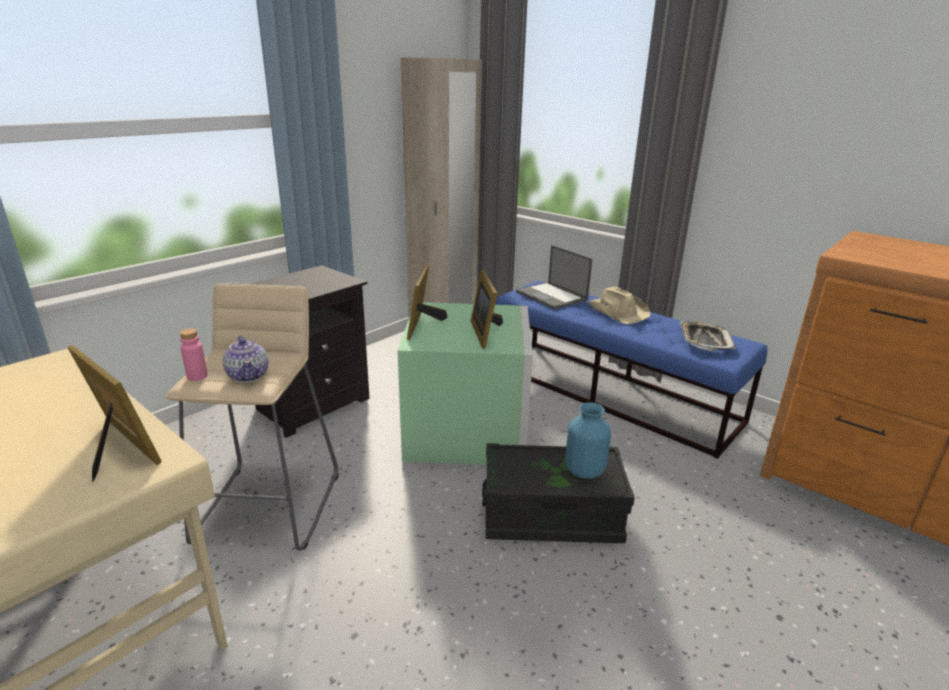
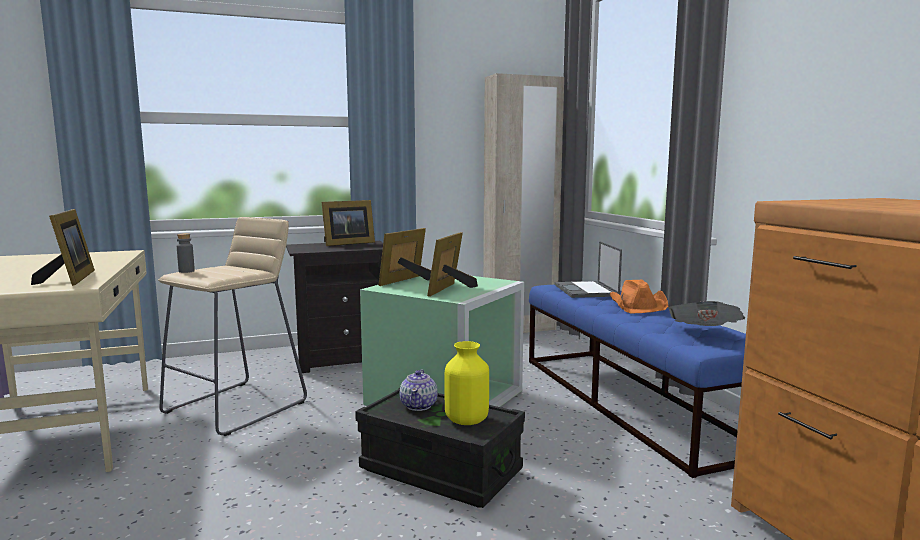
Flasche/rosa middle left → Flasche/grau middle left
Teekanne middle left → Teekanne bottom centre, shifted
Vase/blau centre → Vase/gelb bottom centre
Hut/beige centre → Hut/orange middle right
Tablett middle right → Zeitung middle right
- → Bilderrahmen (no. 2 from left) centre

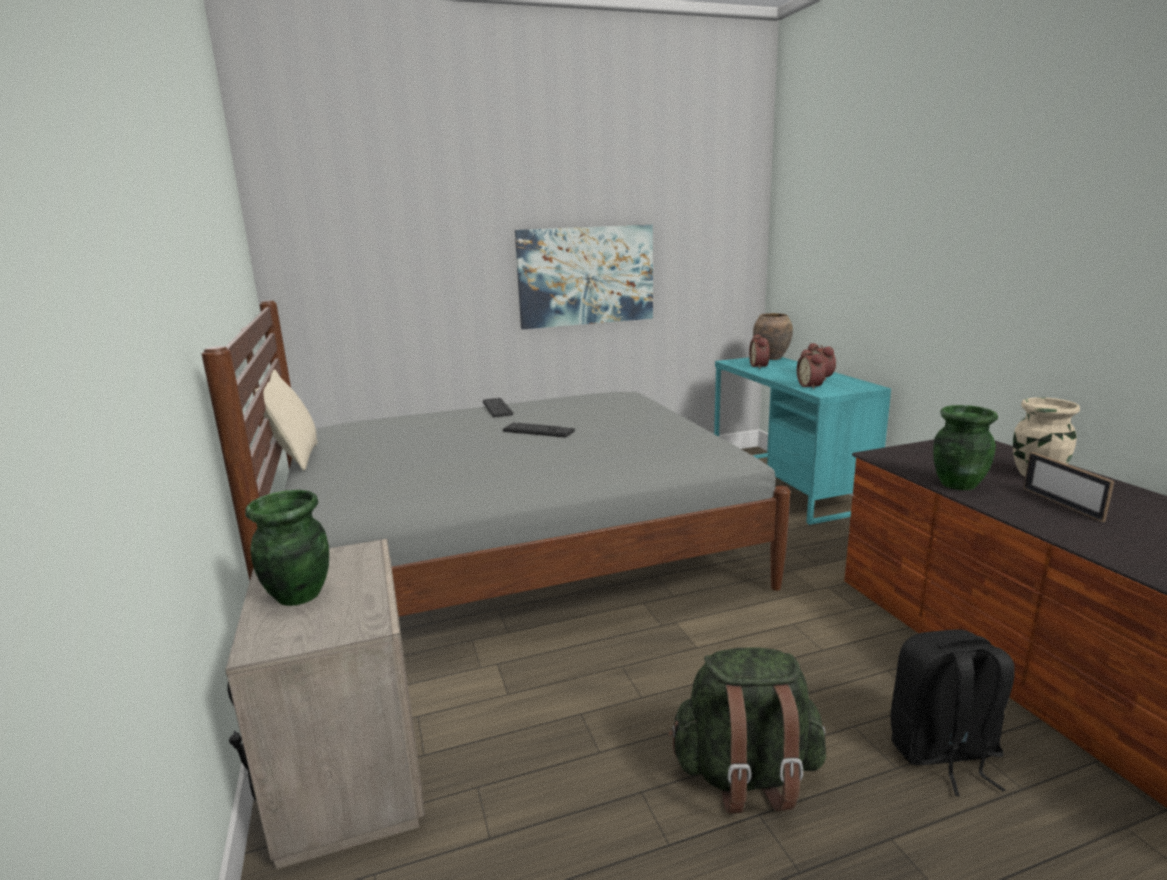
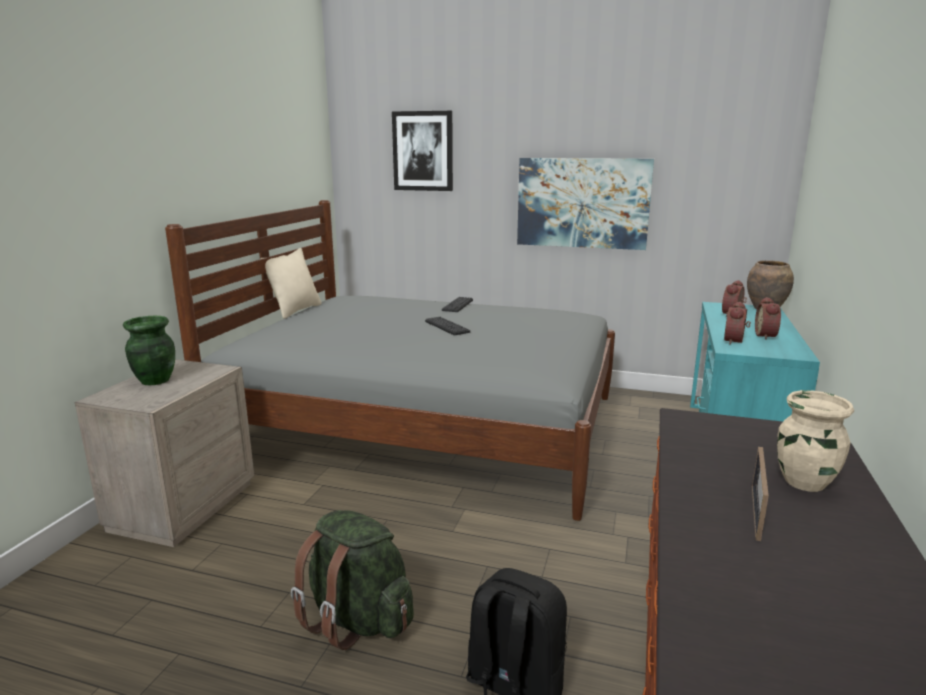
Vase/grün (no. 2 from left) middle right → -
- → Bild (no. 1 from left) top centre

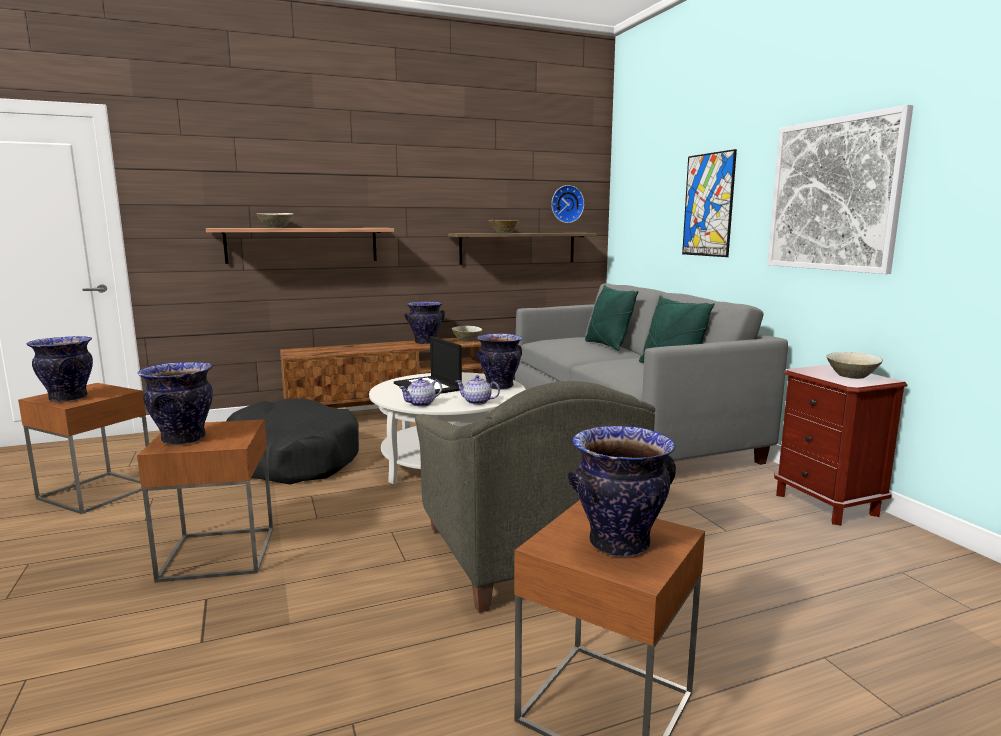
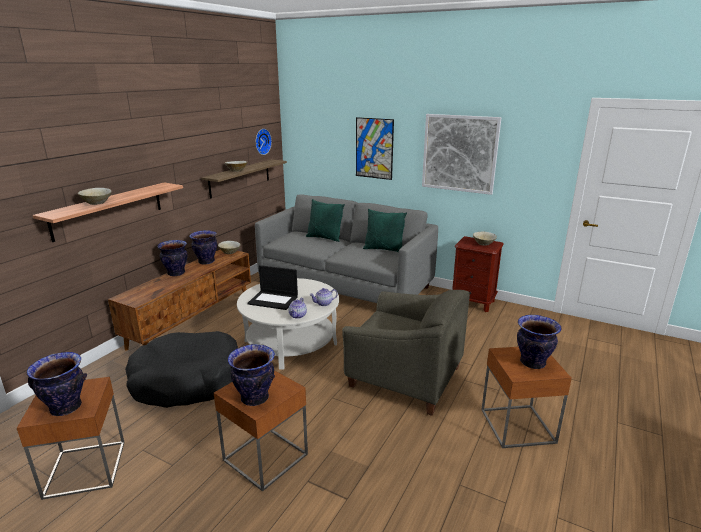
Vase (no. 4 from left in the first image) centre → Vase (no. 2 from left) middle left, shifted

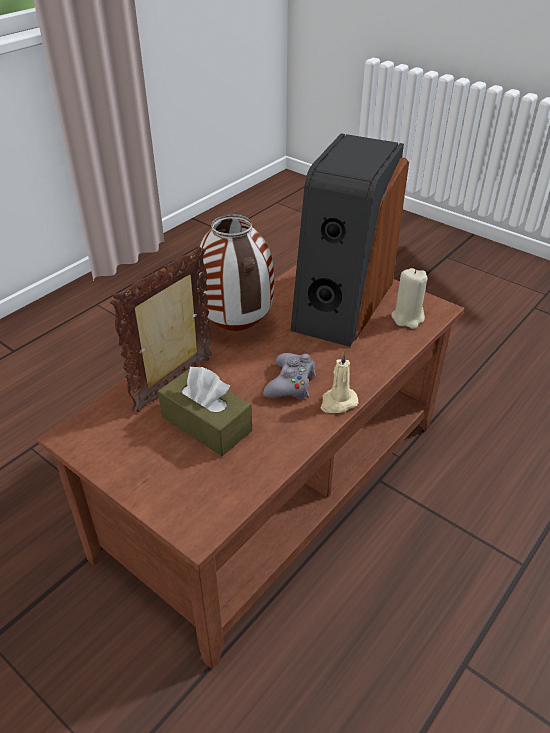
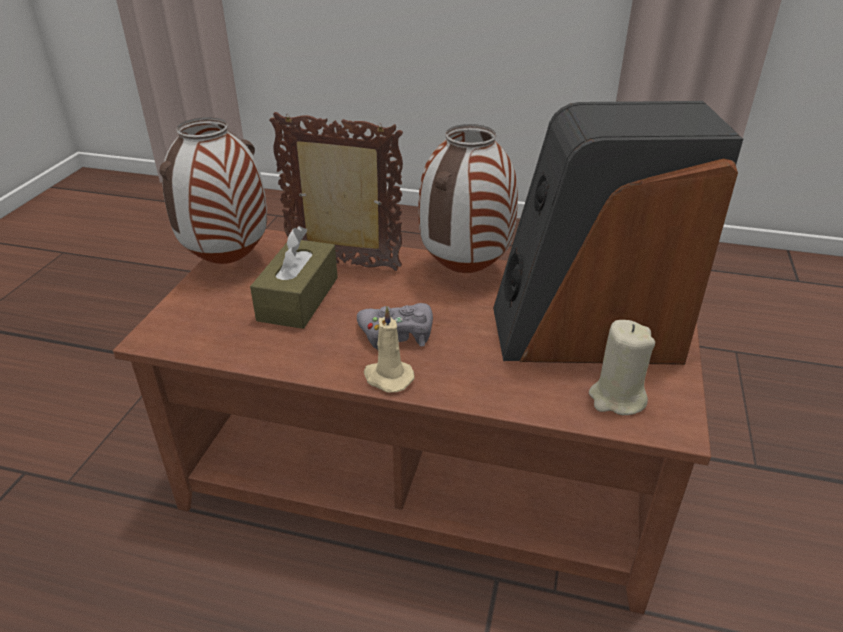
- → Vase (no. 1 from left) top left

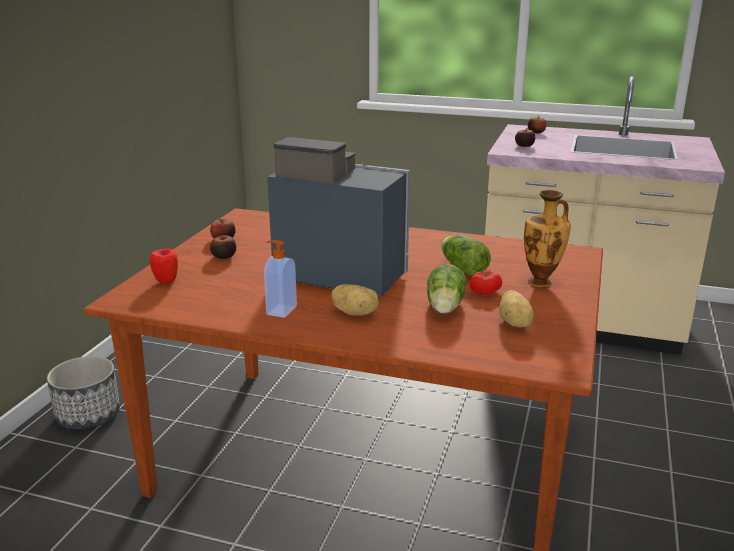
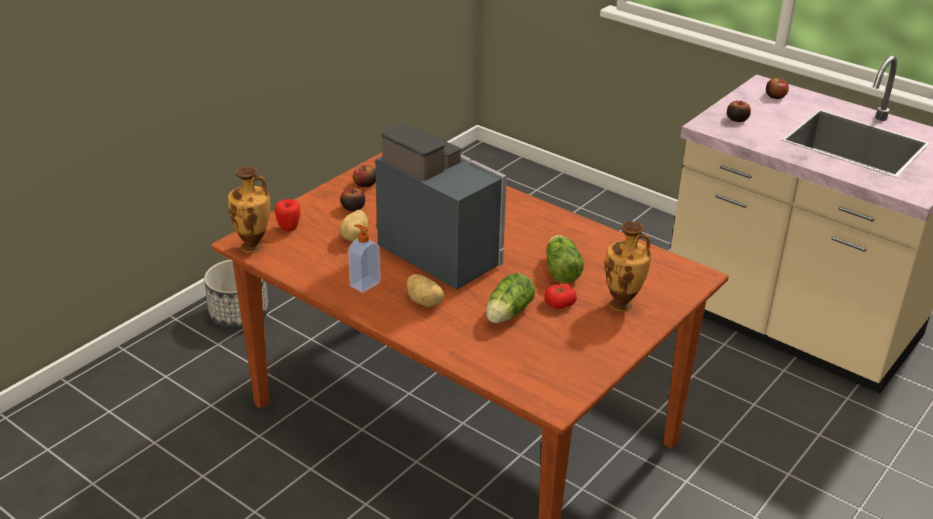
Kartoffel (no. 2 from left in the first image) middle right → Kartoffel (no. 1 from left) centre, shifted
- → Vase (no. 1 from left) middle left

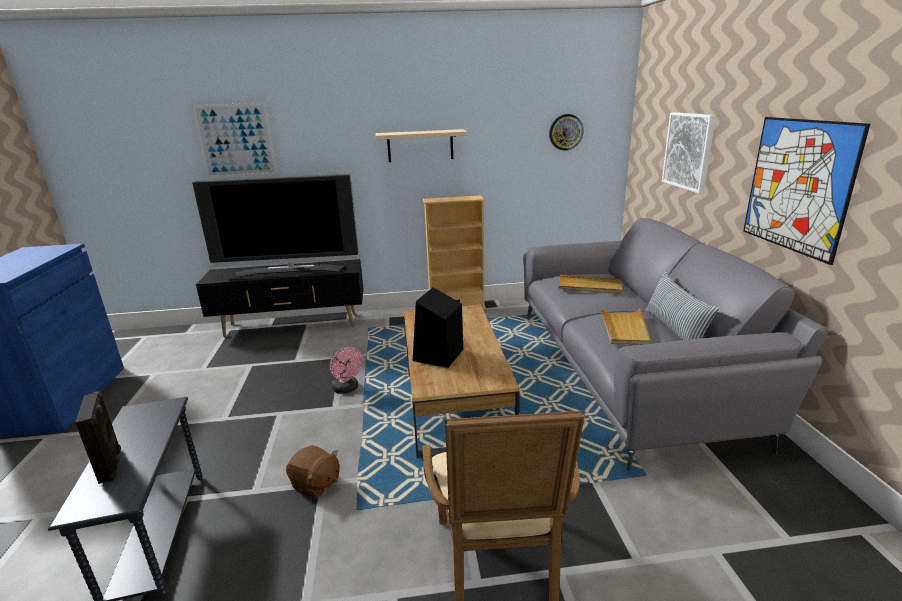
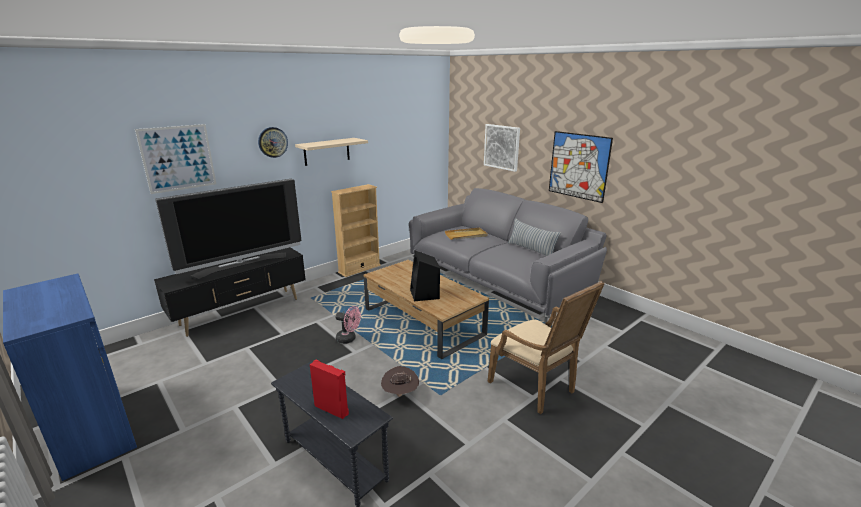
Lautsprecher/schwarz (no. 1 from left) bottom left → Lautsprecher/rot bottom centre
Plüschtier/braun bottom centre → Hut/braun bottom centre
Wanduhr top centre → Wanduhr top left, shifted
Tablett/beige (no. 2 from left) middle right → -

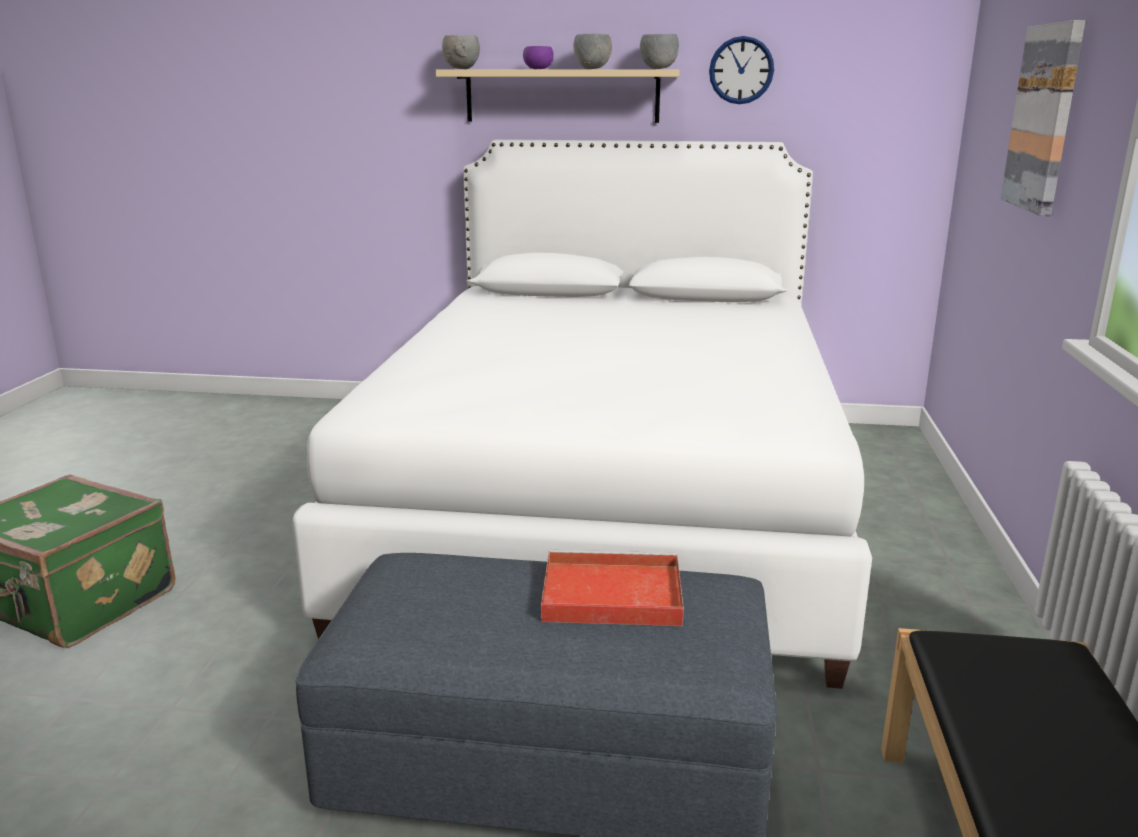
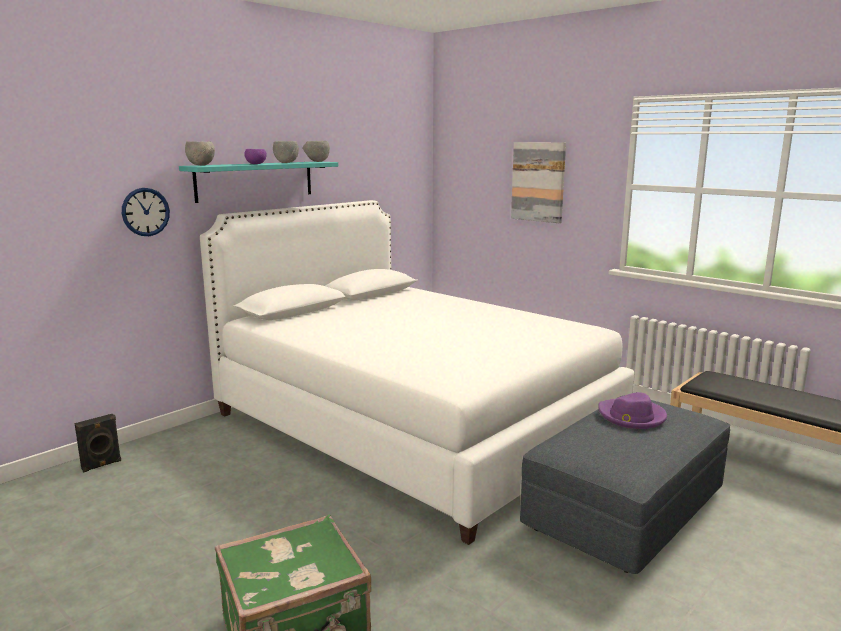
Wandregal/beige top centre → Wandregal/türkis top left
Tablett/rot bottom centre → Hut/lila middle right
Wanduhr top centre → Wanduhr middle left, shifted
- → Lautsprecher/schwarz bottom left

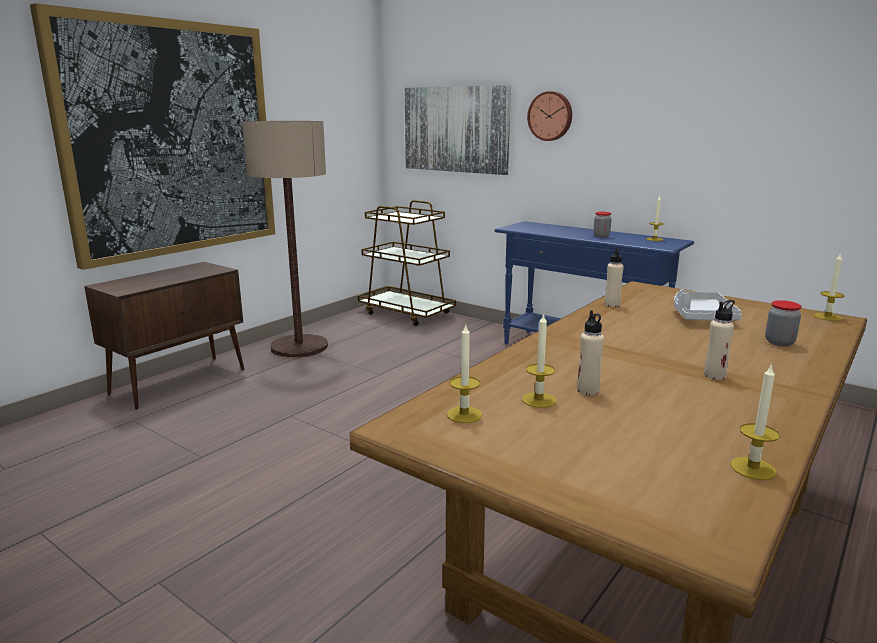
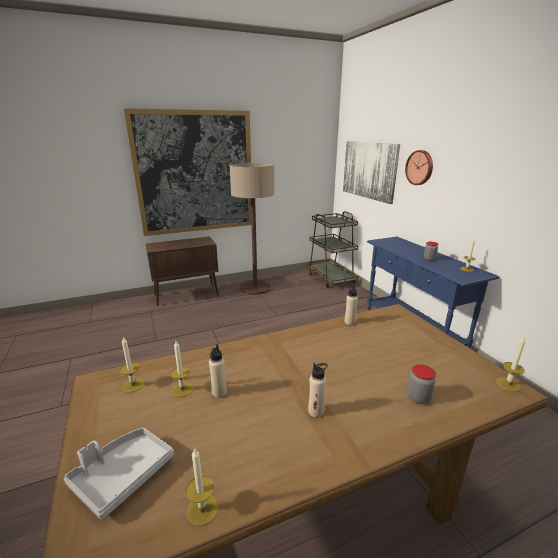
Tablett/grau middle right → Tablett/grau bottom left, shifted

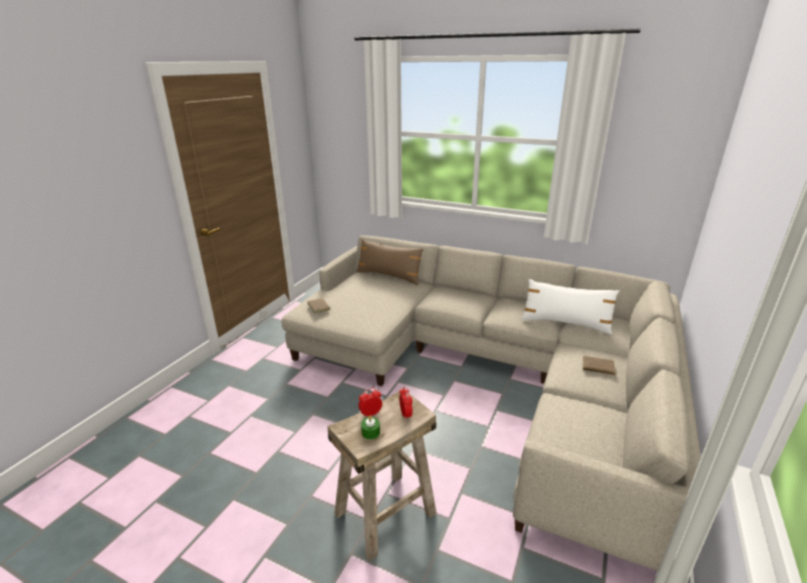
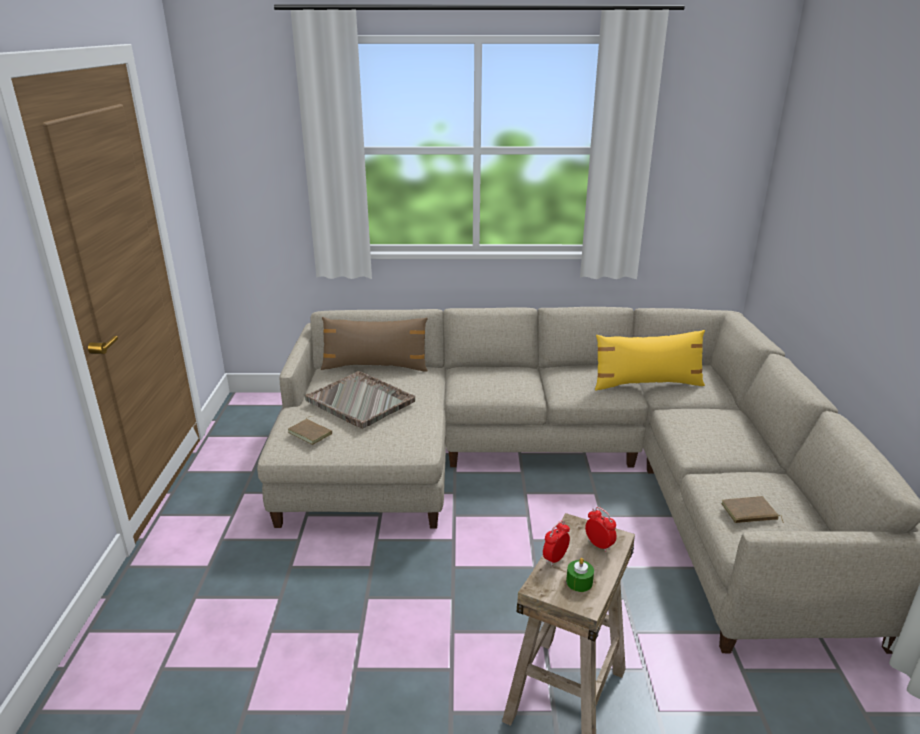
Kissen/weiß middle right → Kissen/gelb middle right
Buch/braun (no. 2 from left) middle right → Buch/braun (no. 2 from left) bottom right, shifted
- → Tablett/grau centre

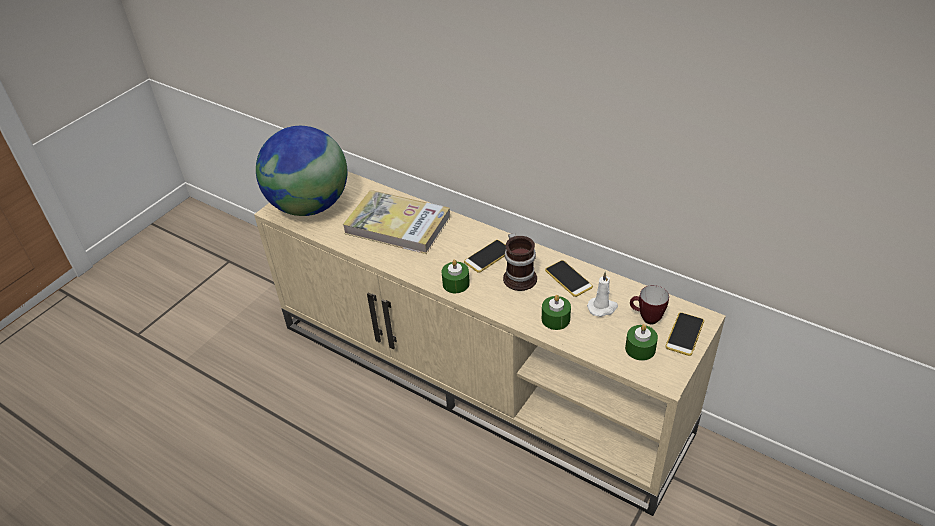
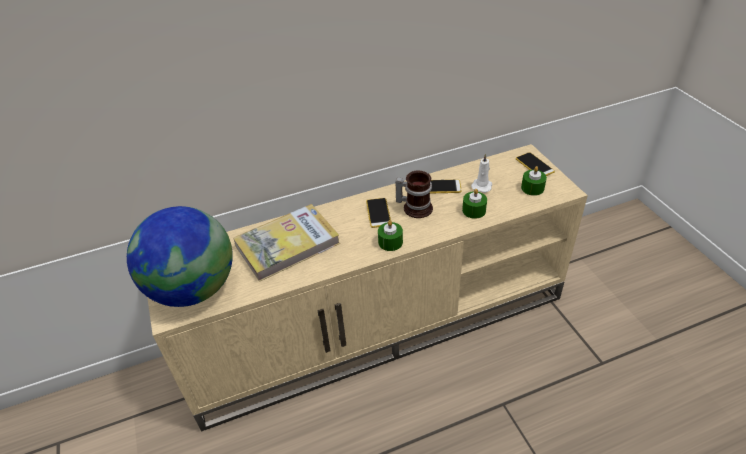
Henkelbecher (no. 2 from left) middle right → -

